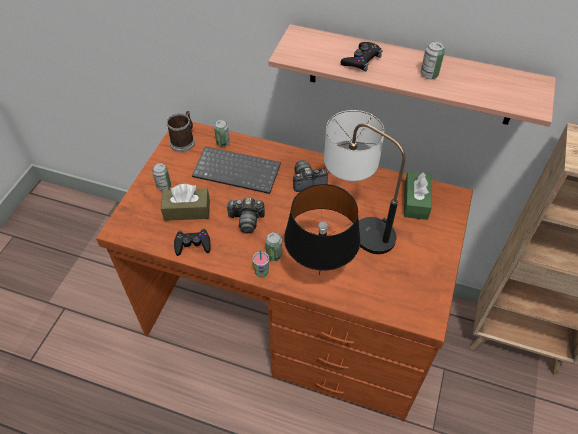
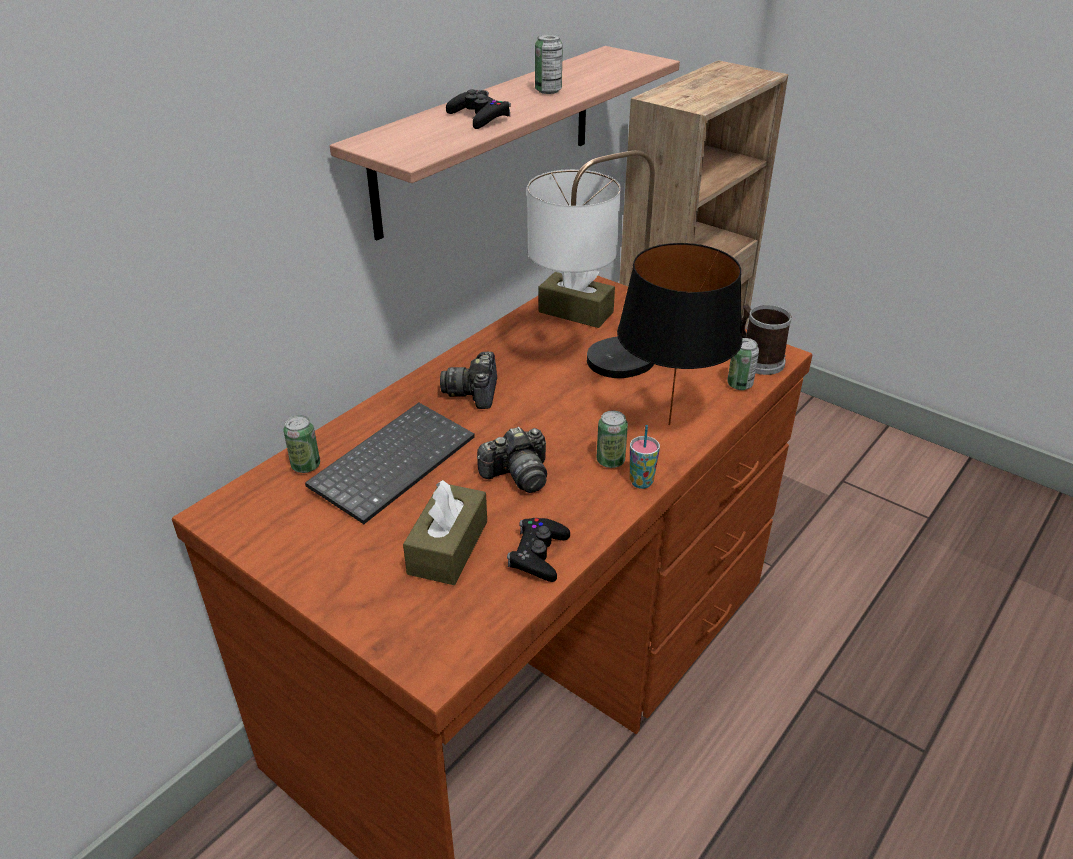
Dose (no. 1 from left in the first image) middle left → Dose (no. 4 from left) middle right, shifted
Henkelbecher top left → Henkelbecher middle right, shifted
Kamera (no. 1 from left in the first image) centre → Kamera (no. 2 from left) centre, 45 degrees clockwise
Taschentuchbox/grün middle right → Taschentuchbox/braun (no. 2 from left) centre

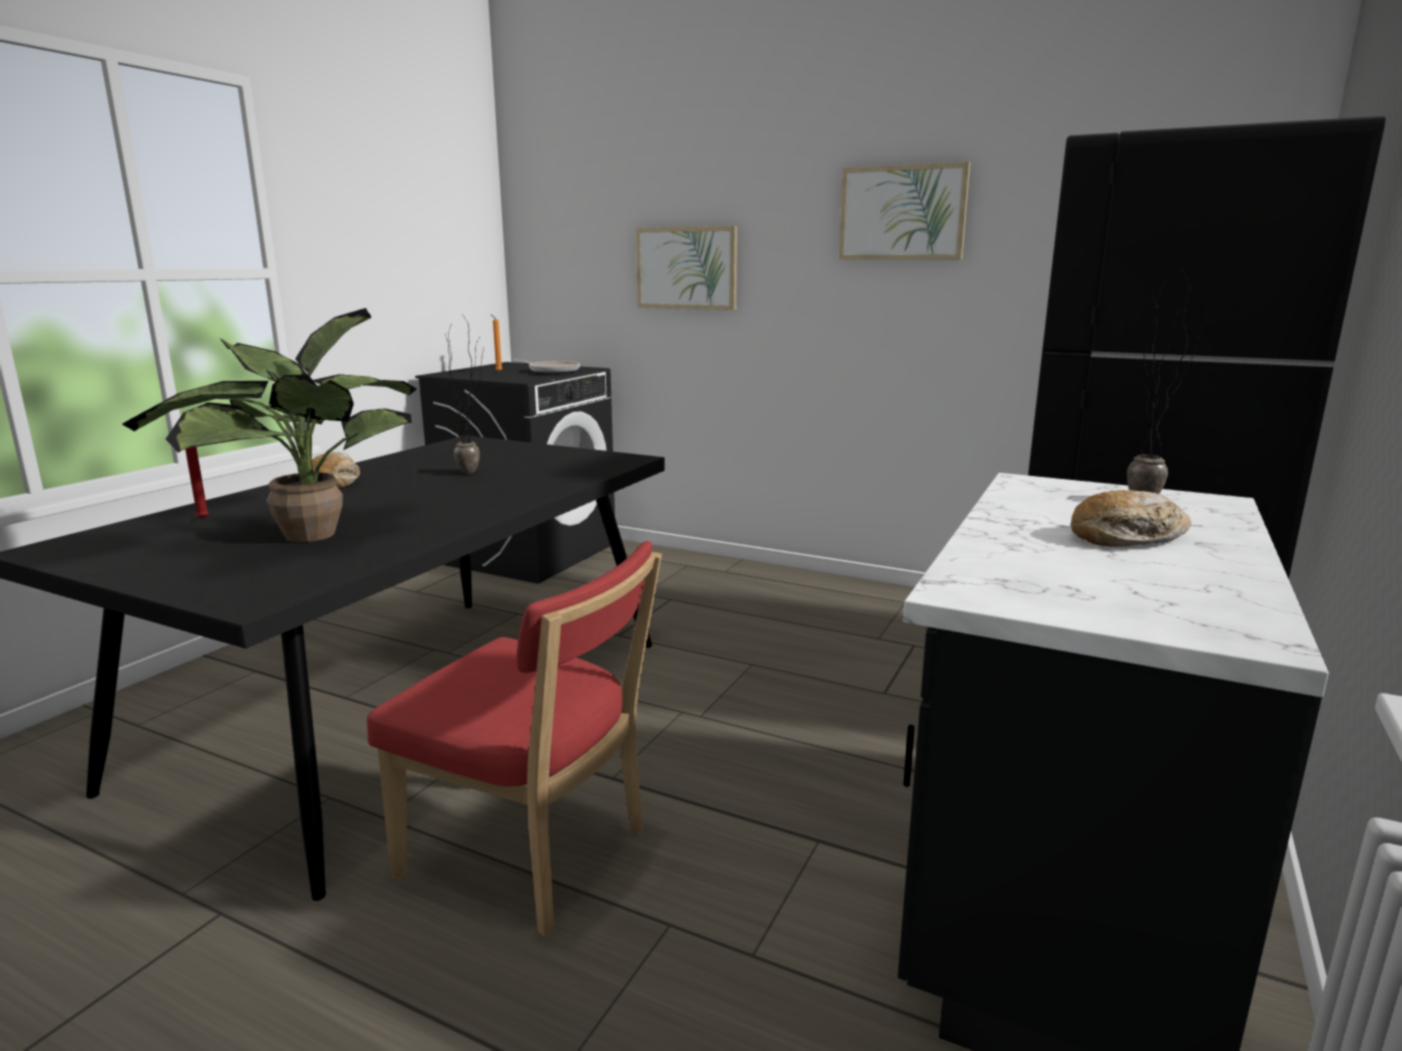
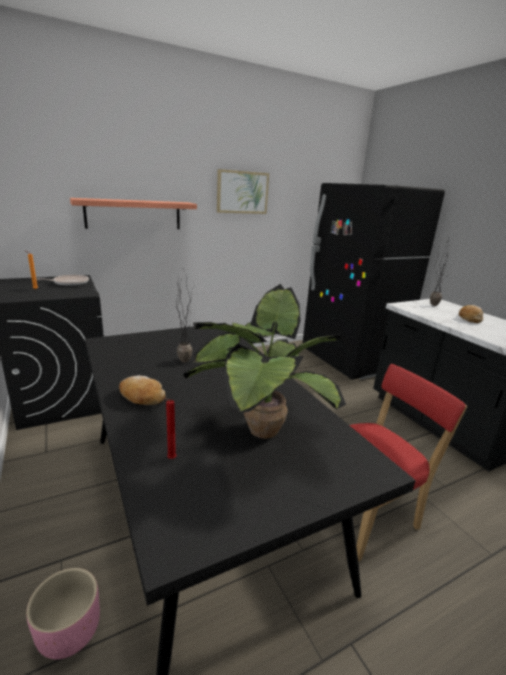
Bild (no. 1 from left) top centre → Wandregal top left
- → Pflanzkübel/rosa bottom left

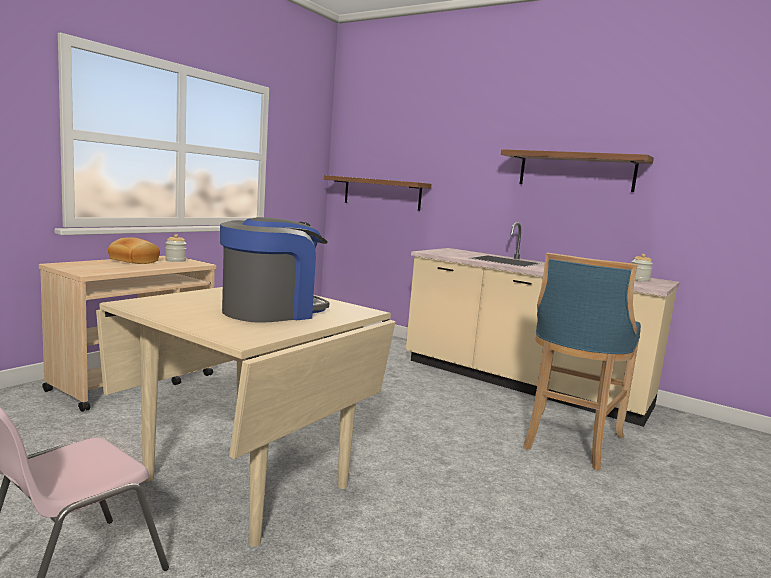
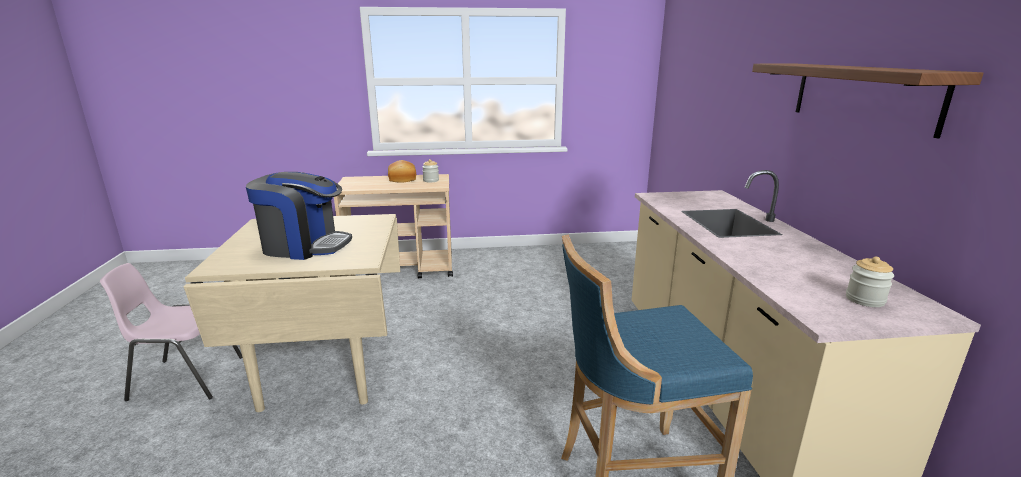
Wandregal (no. 1 from left) centre → -

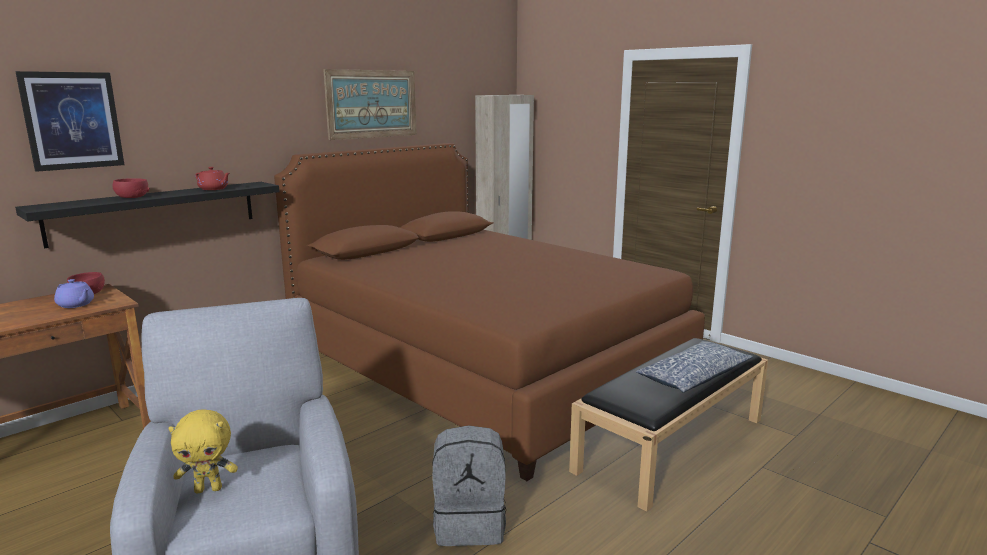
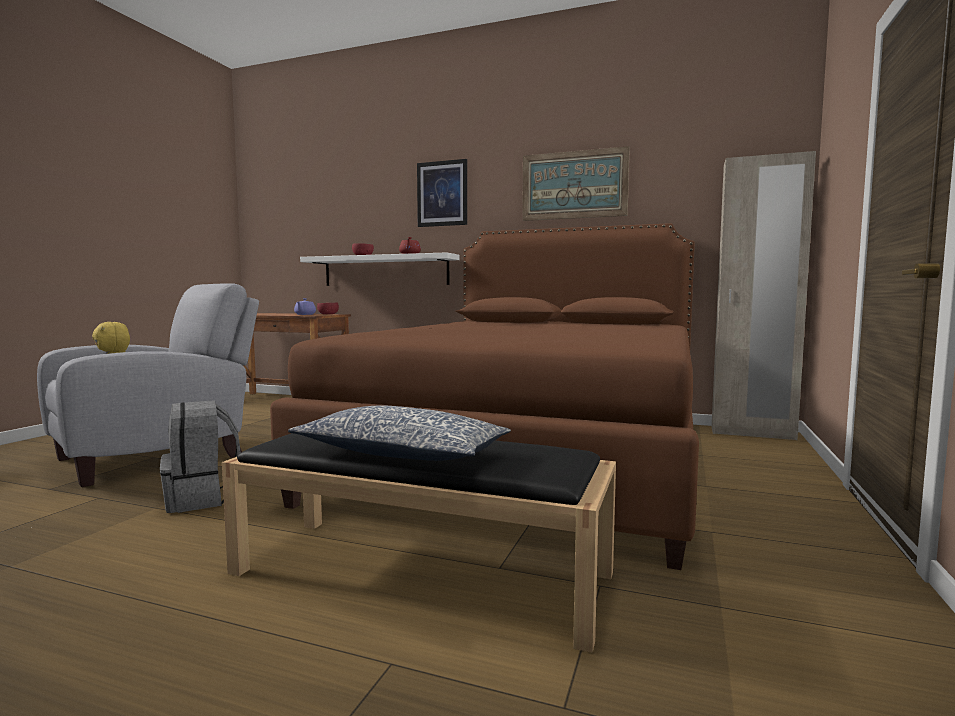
Bild (no. 1 from left) top left → Bild (no. 1 from left) top centre, shifted
Wandregal/schwarz middle left → Wandregal/weiß centre

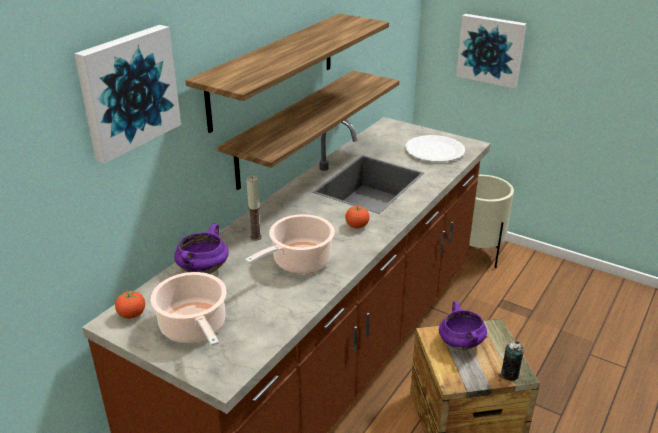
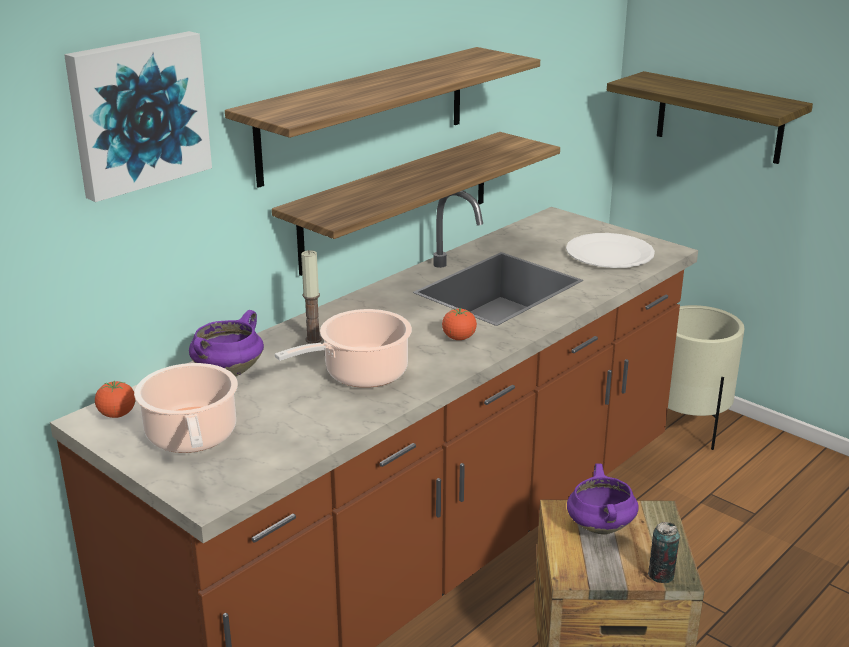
Bild (no. 2 from left) top right → Wandregal (no. 3 from left) top right

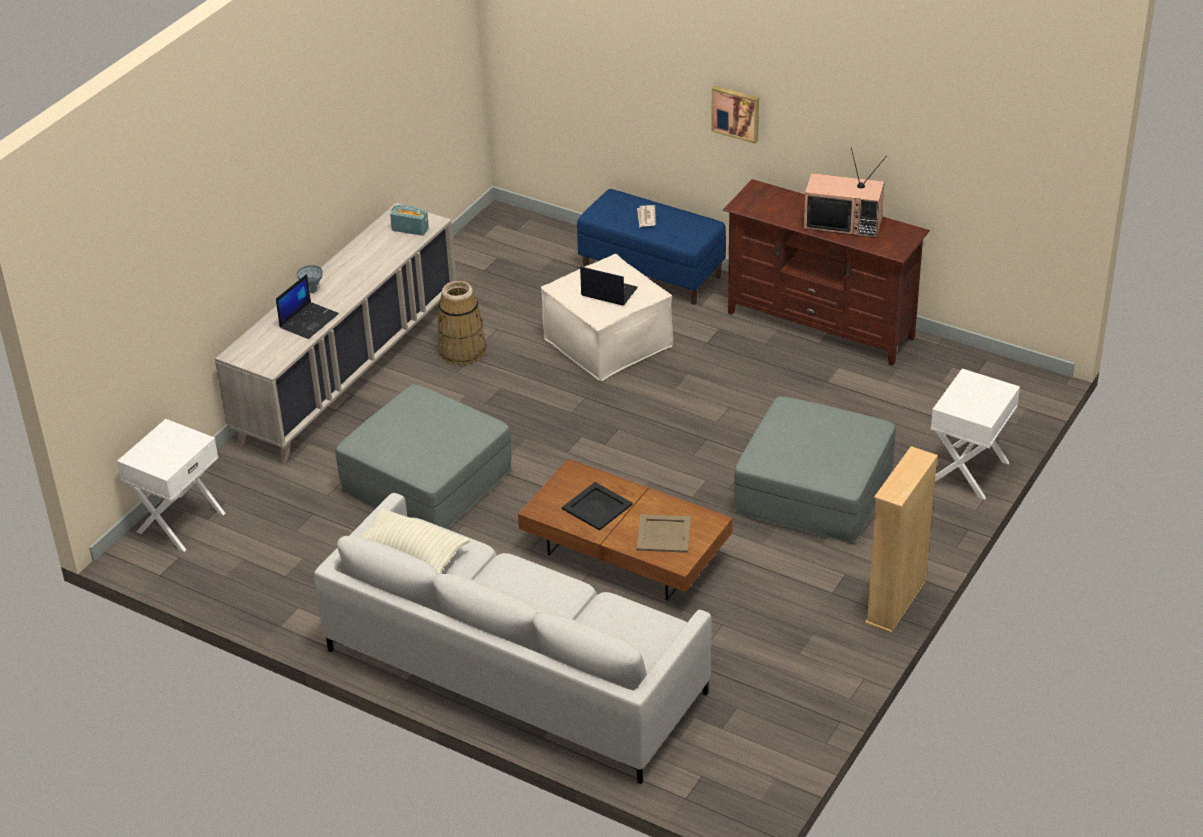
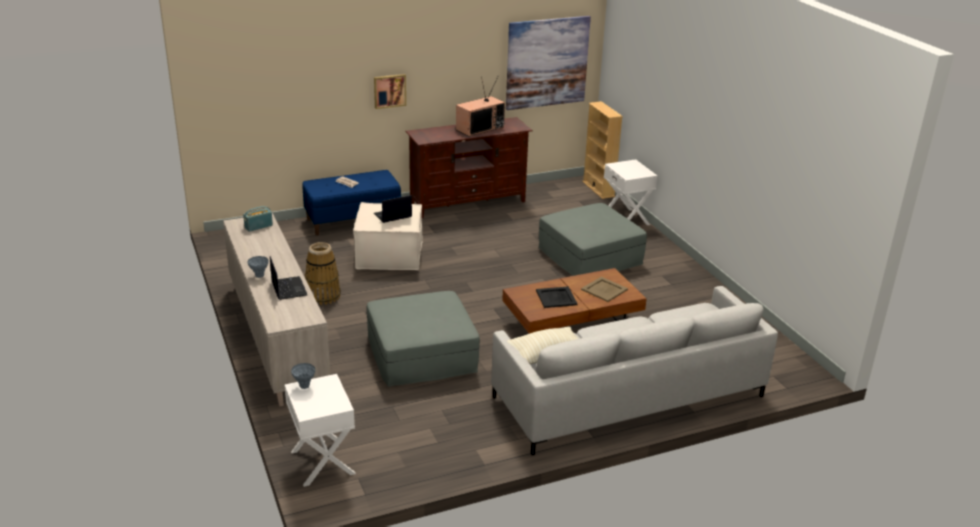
Bücherregal/beige middle right → Bücherregal/beige top centre, shifted
- → Vase/grau (no. 2 from left) bottom left
- → Bild (no. 2 from left) top centre

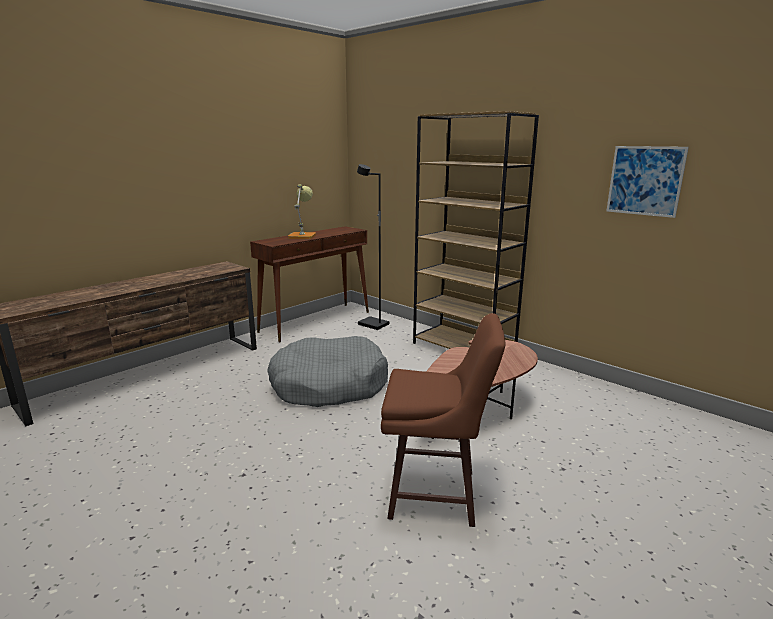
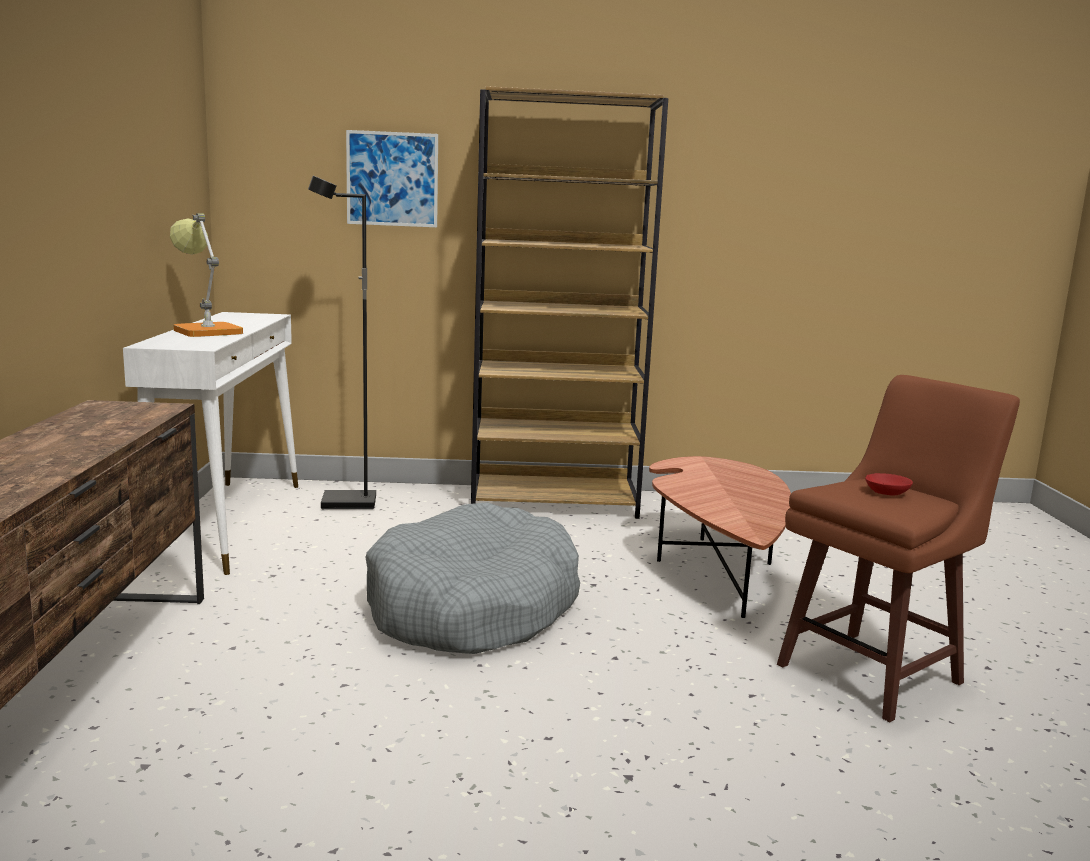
Konsolentisch/braun centre → Konsolentisch/weiß middle left
Bild top right → Bild top centre, shifted
- → Schüssel/rot middle right

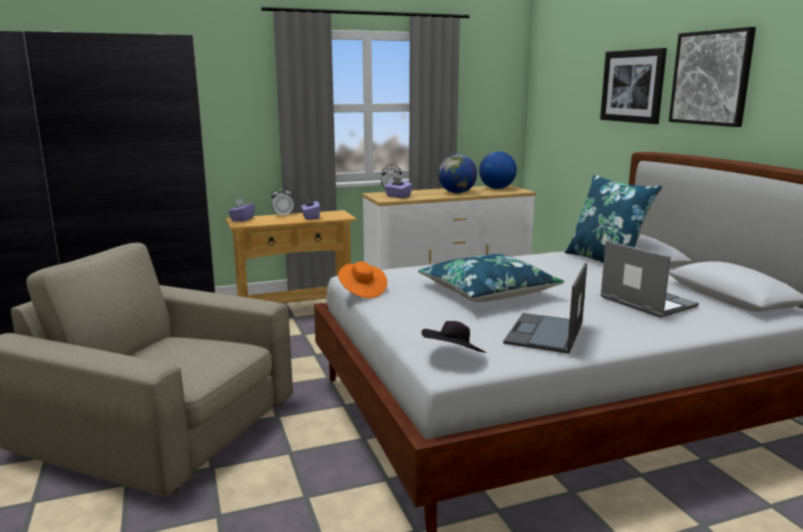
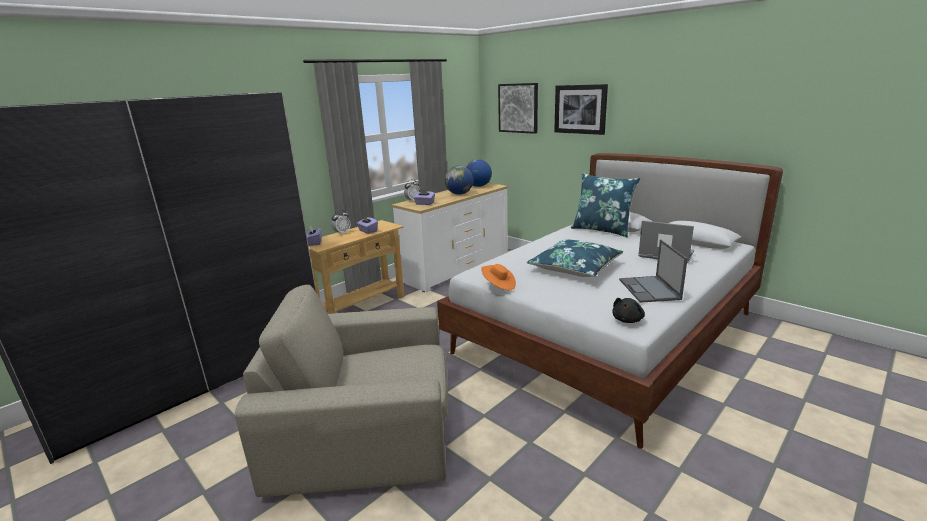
Hut/schwarz centre → Plüschtier/schwarz middle right
Bild (no. 2 from left in the first image) top right → Bild (no. 1 from left) top centre, shifted

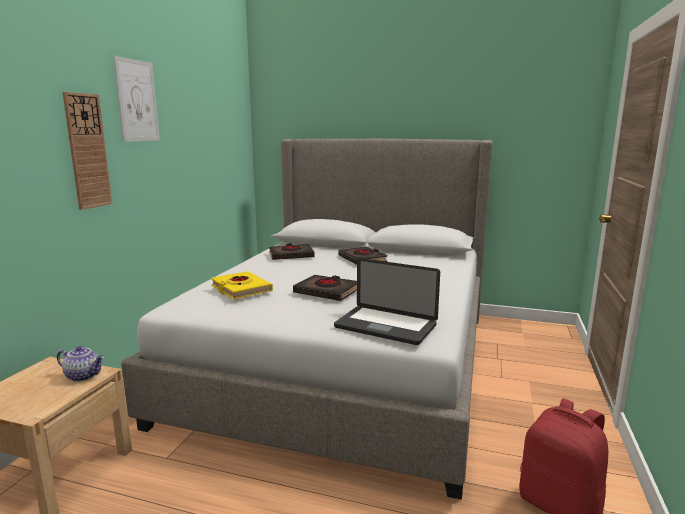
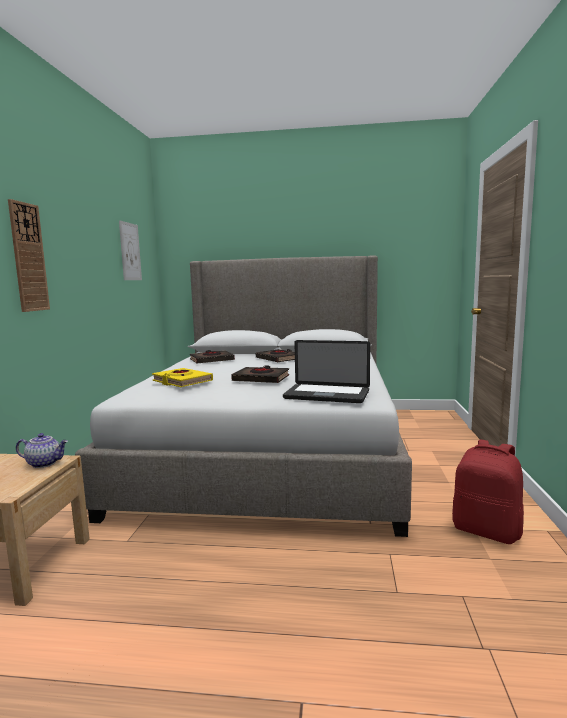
Bild top left → Bild middle left, shifted

